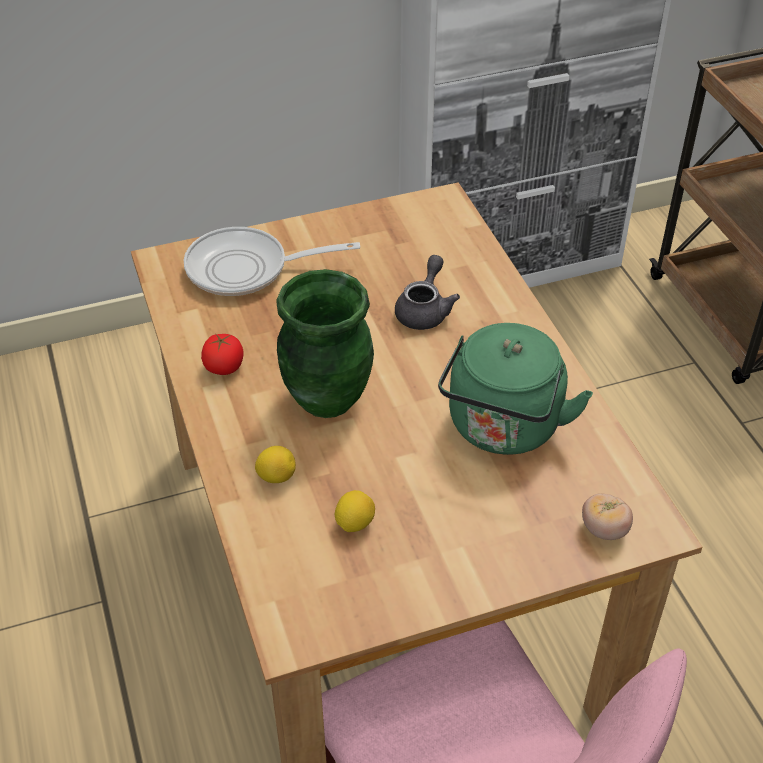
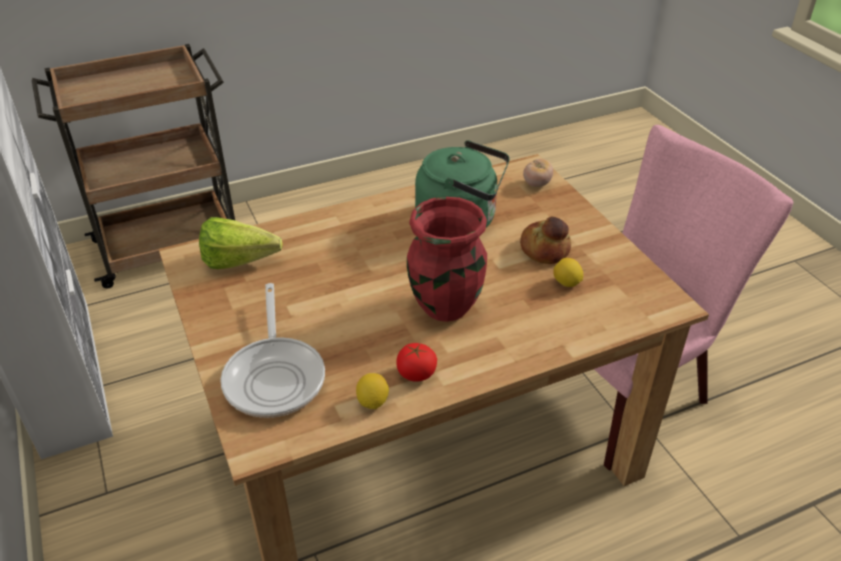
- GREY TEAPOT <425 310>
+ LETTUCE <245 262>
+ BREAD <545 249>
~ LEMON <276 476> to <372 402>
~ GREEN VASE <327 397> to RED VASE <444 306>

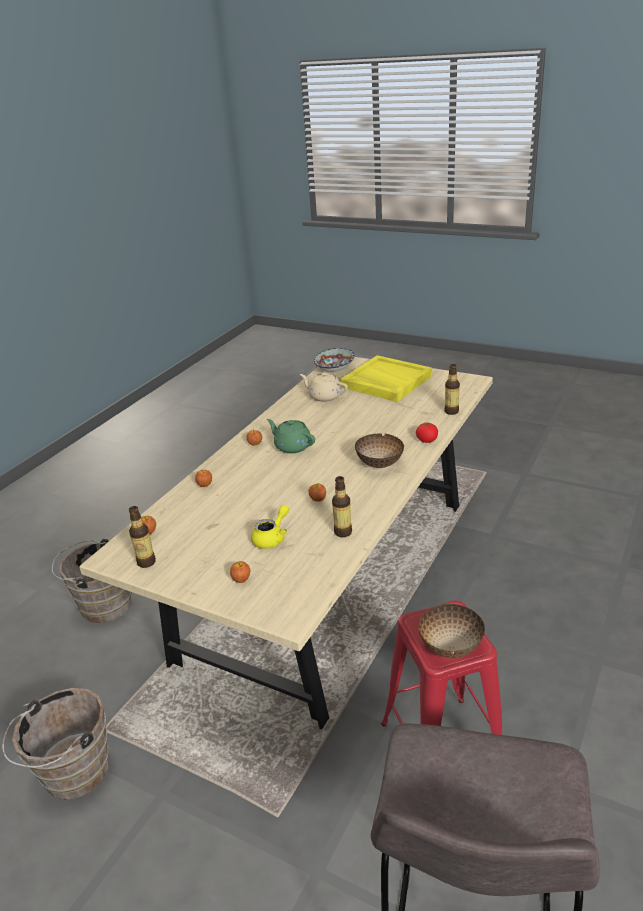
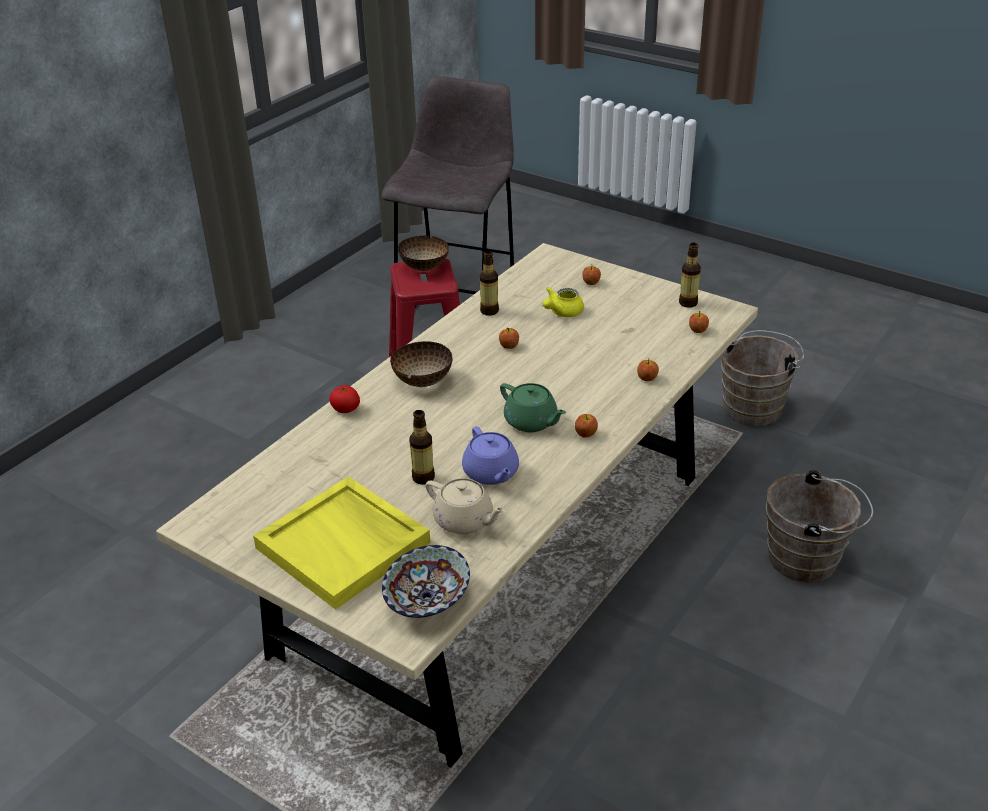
+ PURPLE TEAPOT <491 473>
~ BOTTLE <451 411> to <423 477>

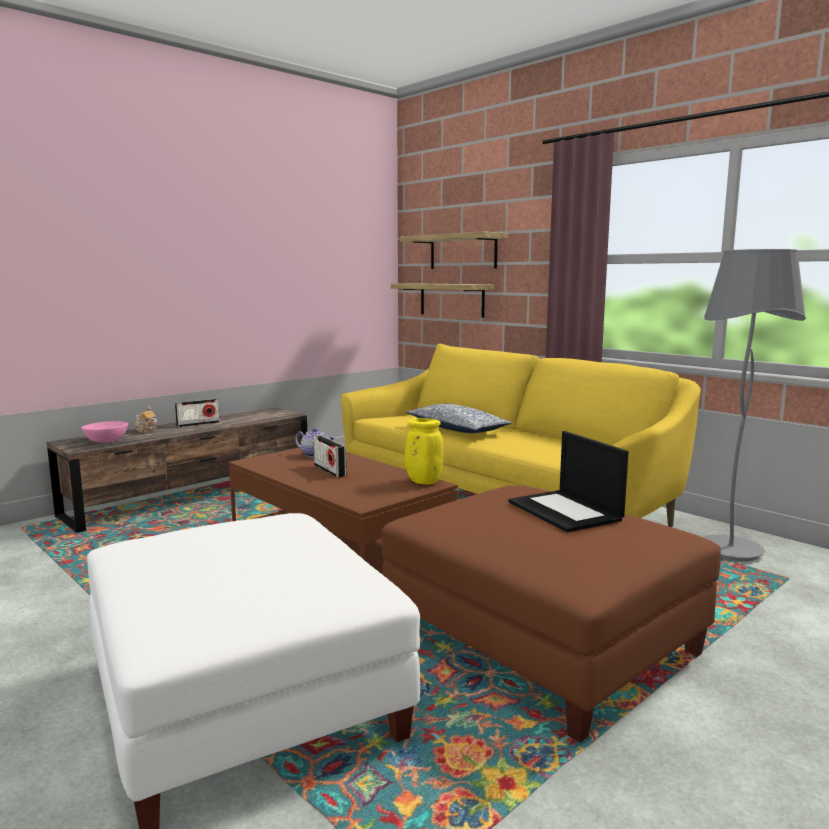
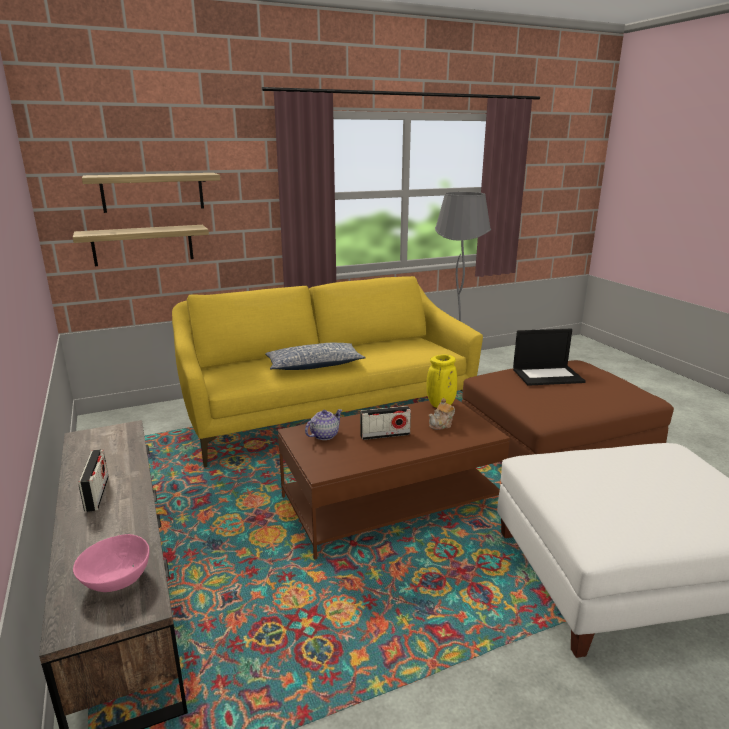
~ TEAPOT <146 430> to <441 425>

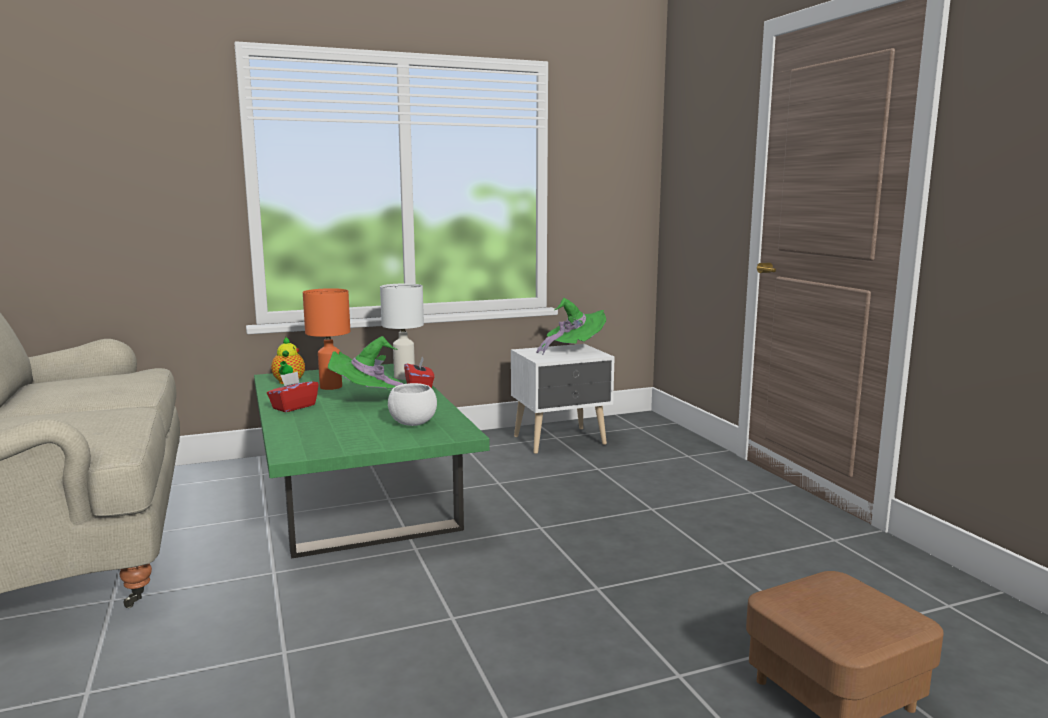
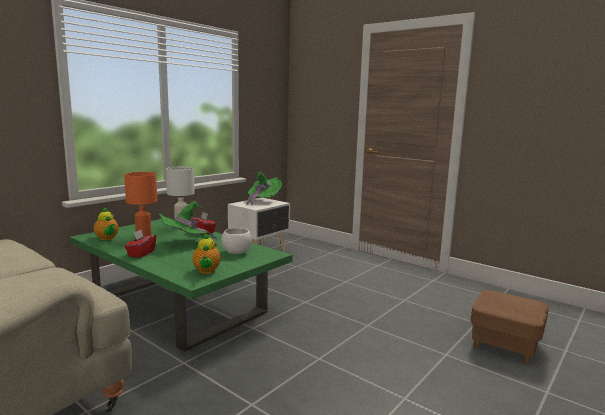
+ TEAPOT <206 271>

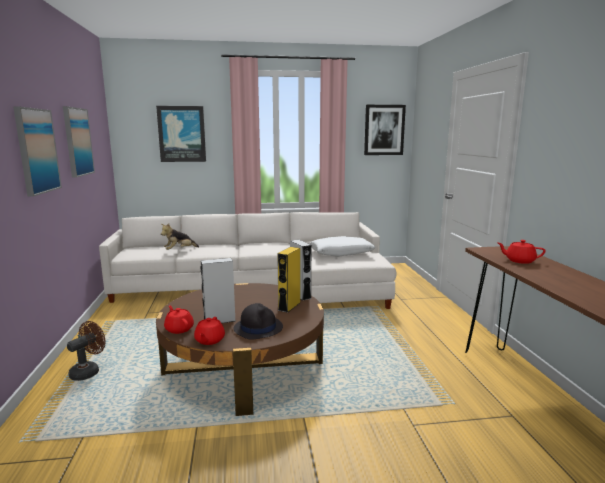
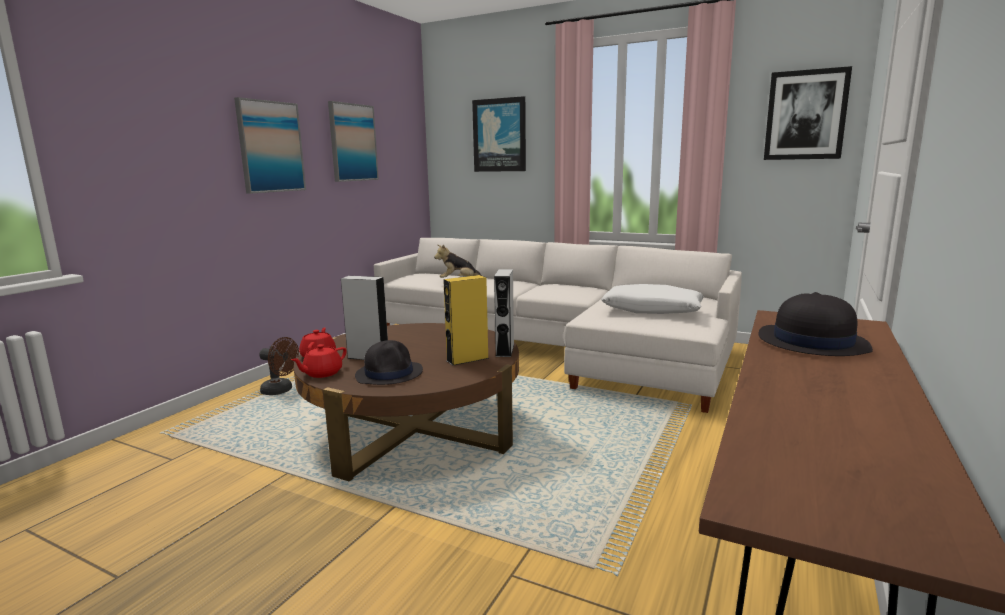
~ RED TEAPOT <519 261> to BLACK HAT <811 342>
~ BROWN FAN <88 371> = <281 391> 45 degrees clockwise

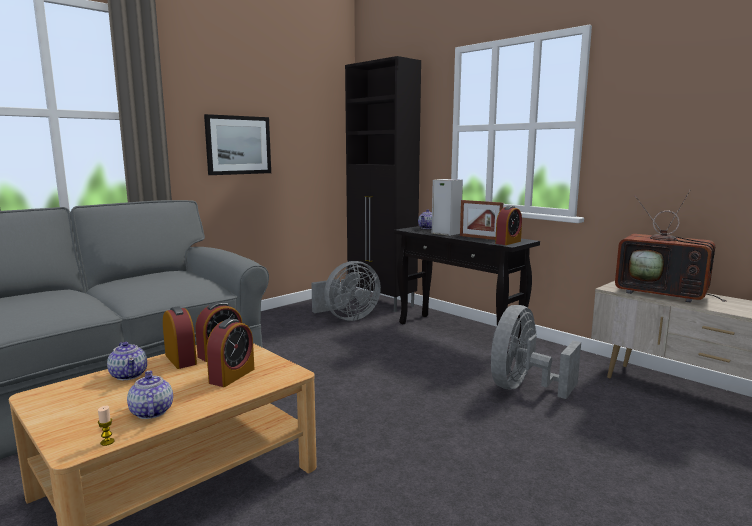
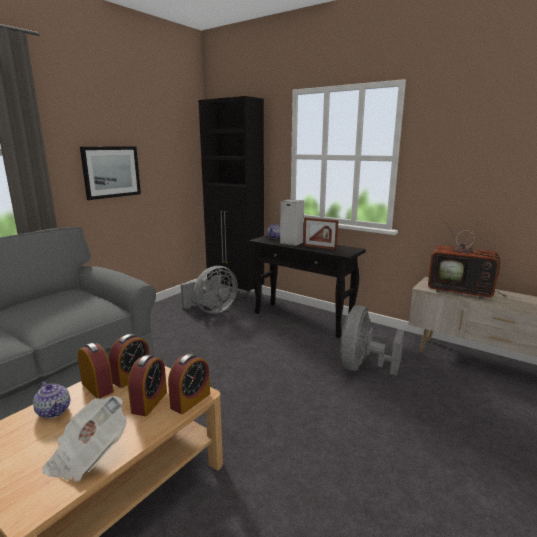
- CANDLE <107 442>
~ ALARM CLOCK <508 242> to <190 400>
~ TEAPOT <151 412> to NEWSPAPER <88 455>

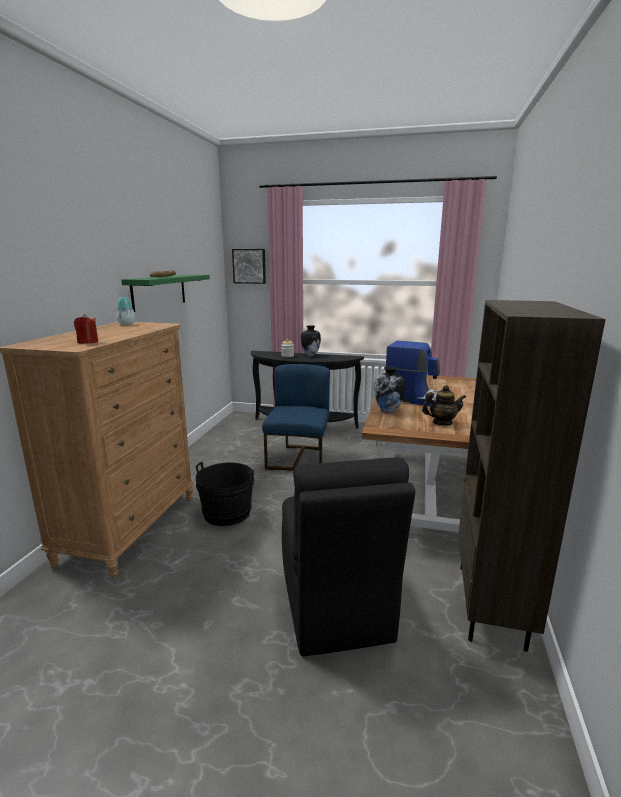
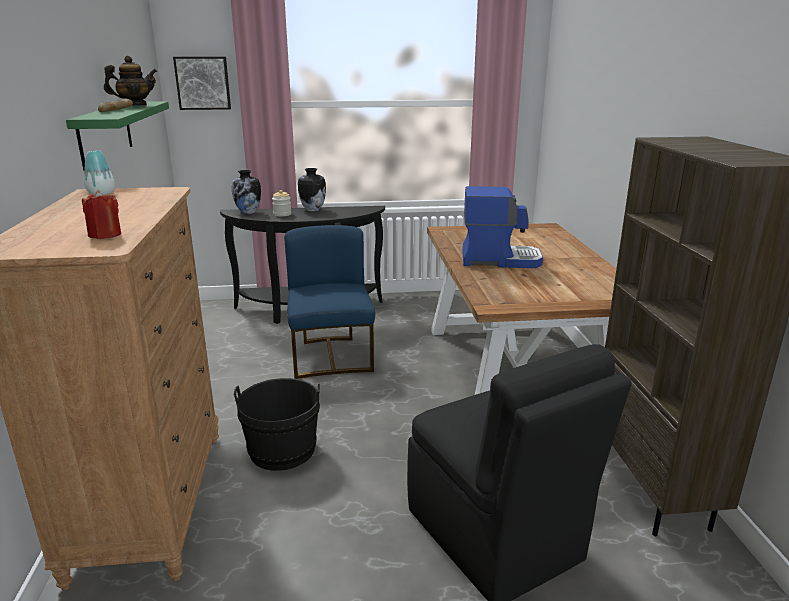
~ VASE <388 411> to <248 212>
~ TEAPOT <442 423> to <135 106>

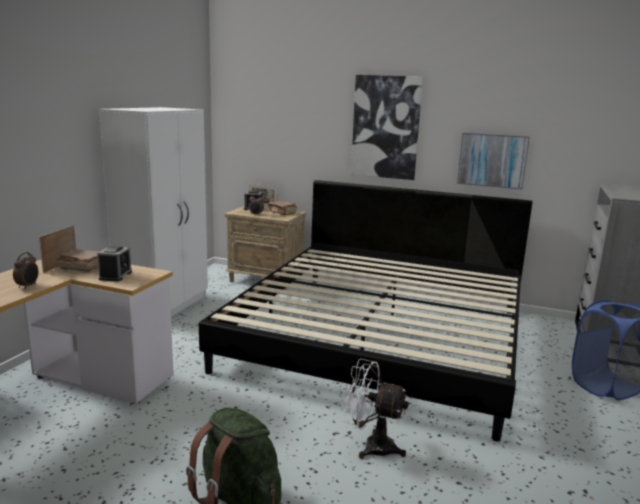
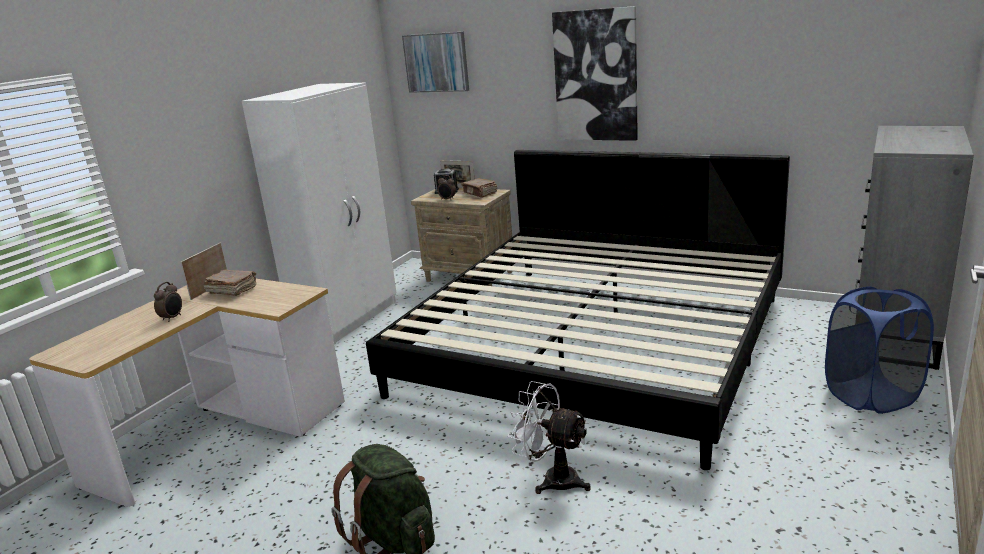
- ALARM CLOCK <115 276>
~ PICTURE <492 160> to <436 62>

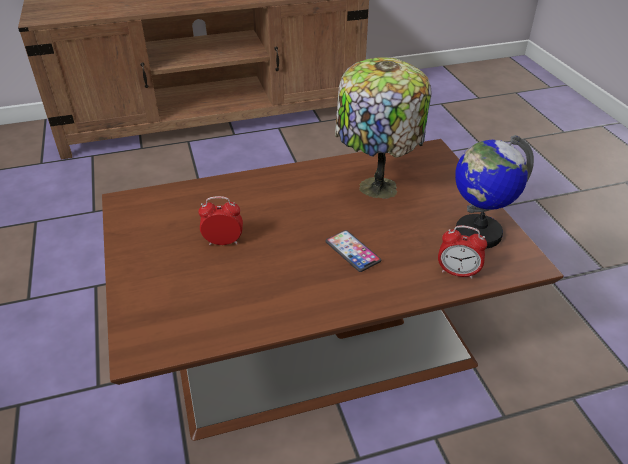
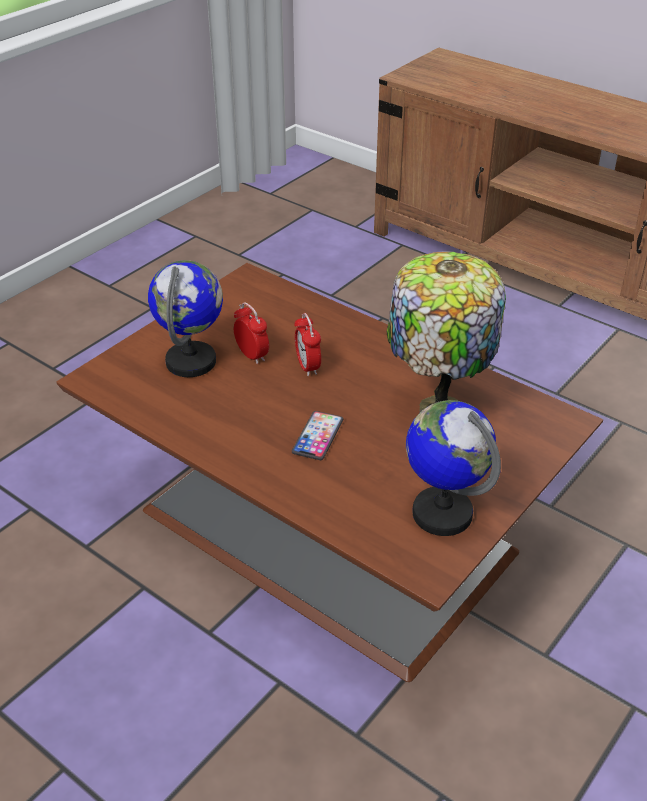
+ GLOBE <191 361>
~ ALARM CLOCK <457 272> to <308 366>

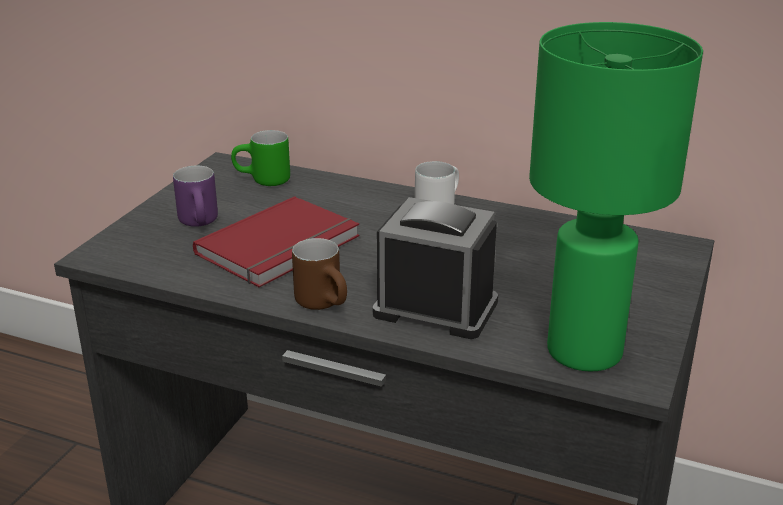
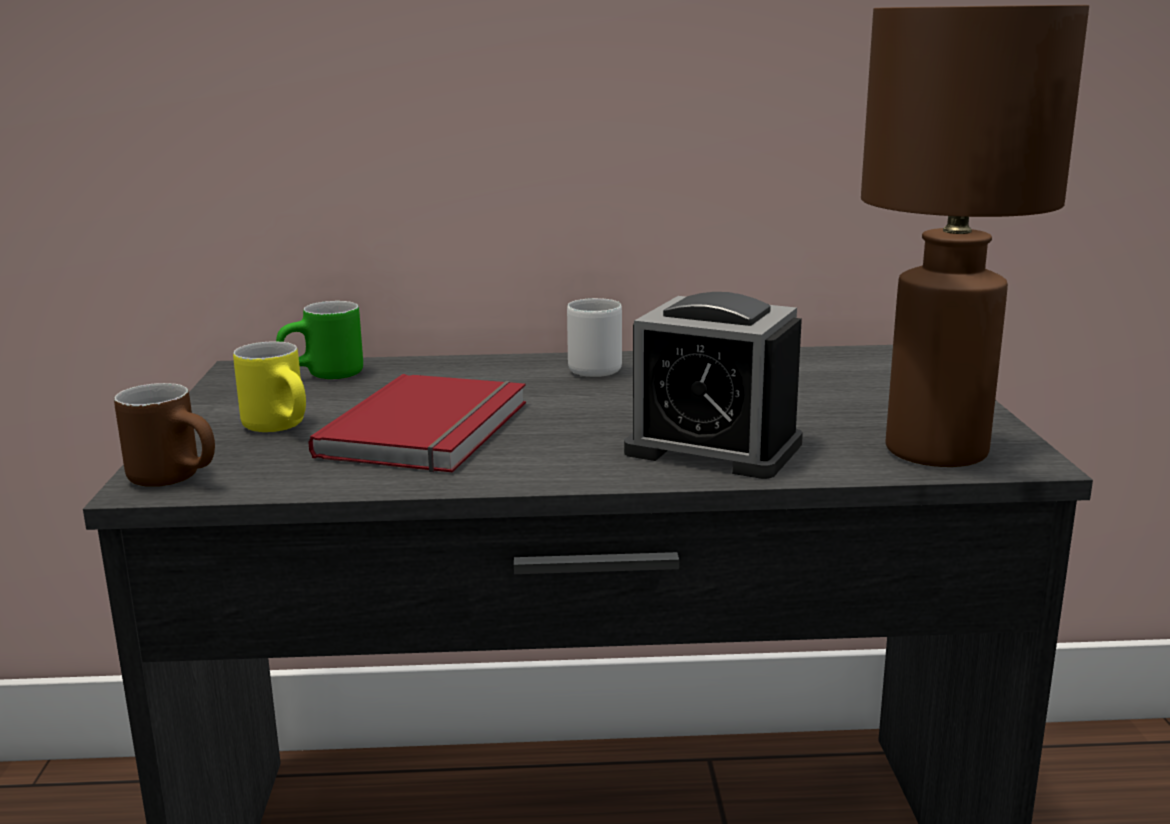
~ BROWN MUG <326 304> to <179 478>
~ PURPLE MUG <202 223> to YELLOW MUG <284 427>
~ GREEN TABLE LAMP <585 350> to BROWN TABLE LAMP <935 450>
~ ALARM CLOCK <435 308> = <713 448> 150 degrees counterclockwise

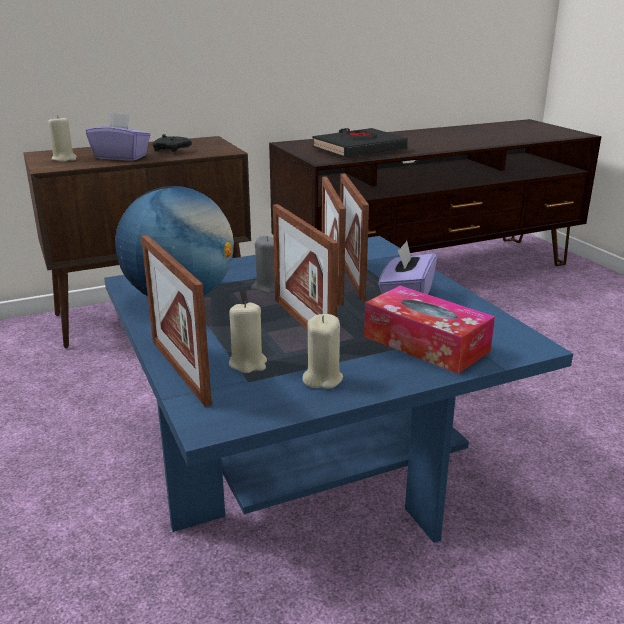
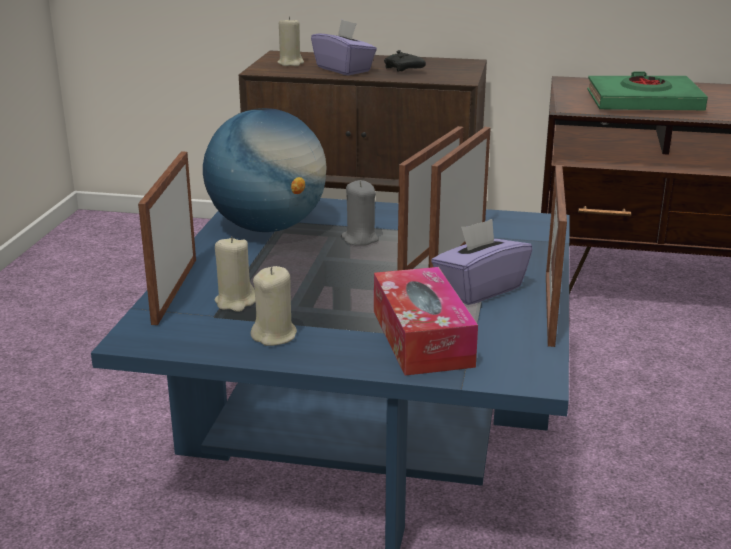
~ PICTURE FRAME <303 324> to <550 309>
~ BLACK BOOK <359 149> to GREEN BOOK <643 102>

